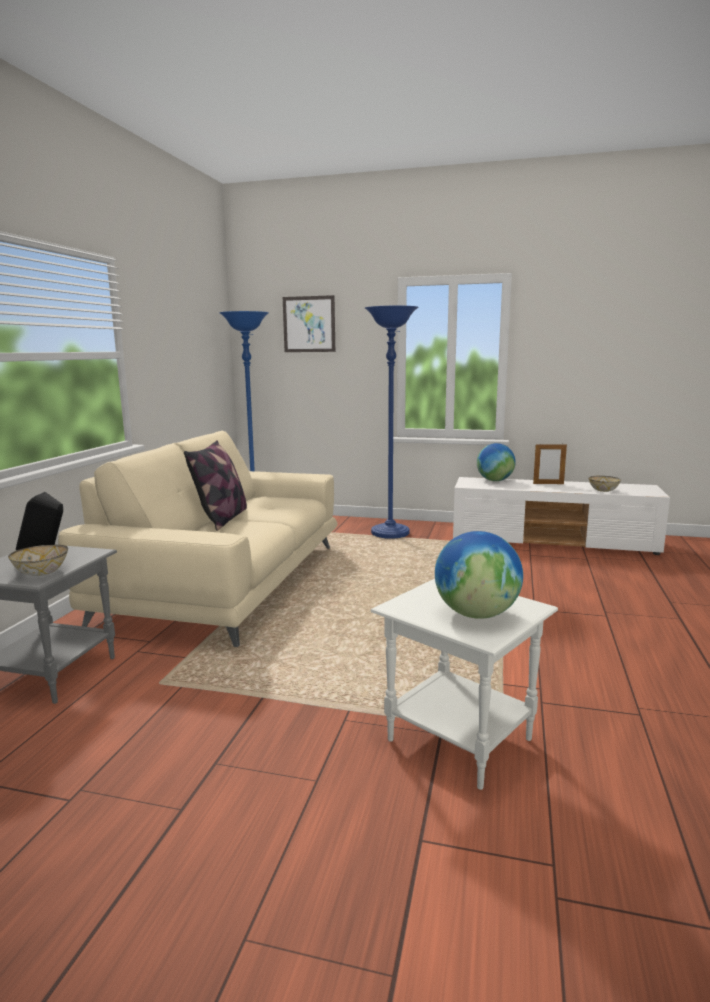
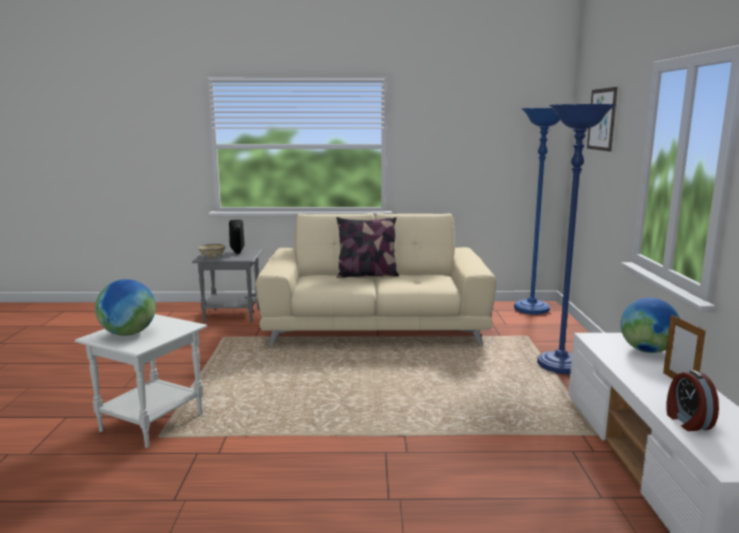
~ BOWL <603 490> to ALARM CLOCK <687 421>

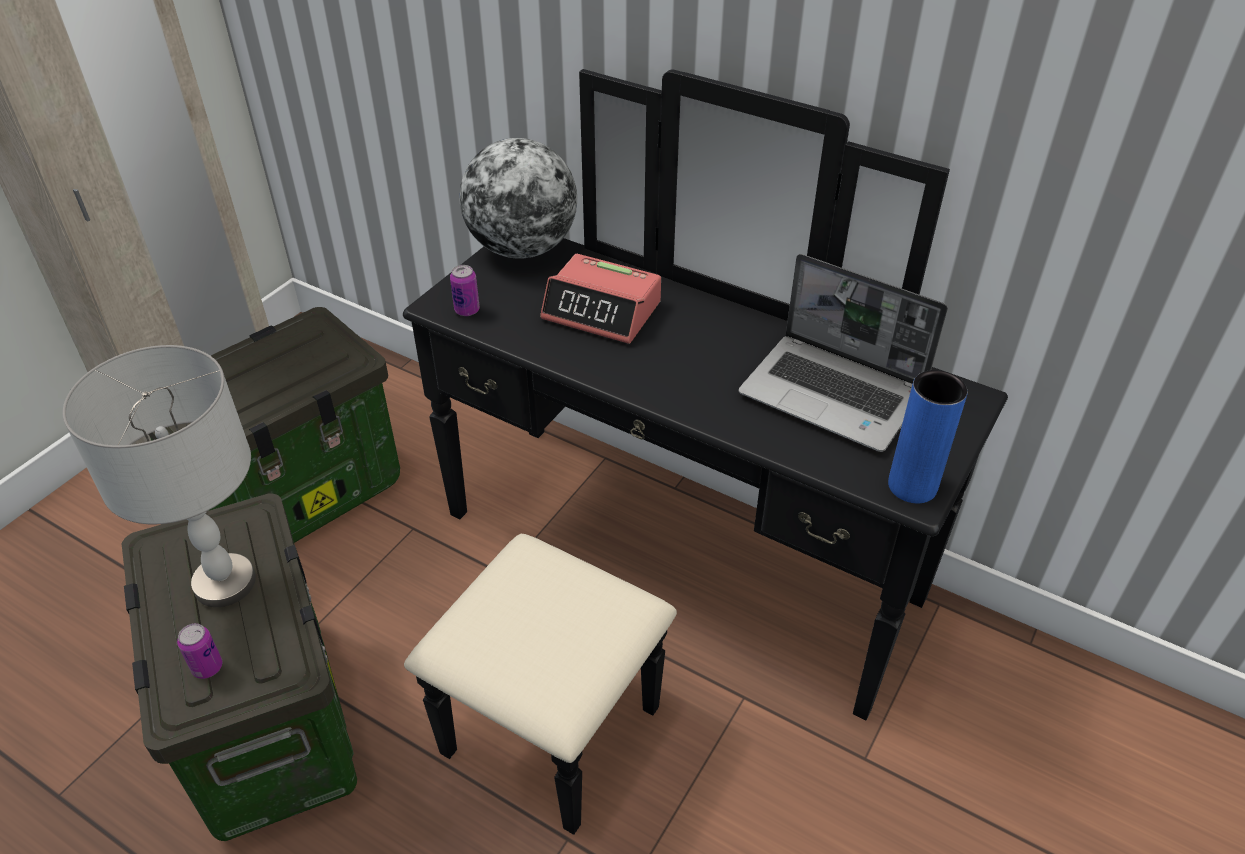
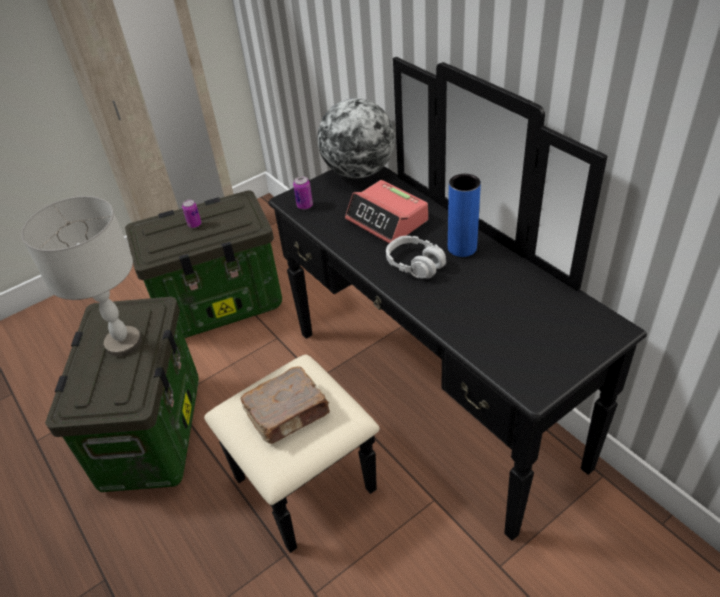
- LAPTOP <834 394>
+ BROWN BOOK <288 413>
+ GREY HEADPHONES <415 264>
~ CAN <207 667> to <194 224>
~ BLUE VASE <912 486> to <462 248>

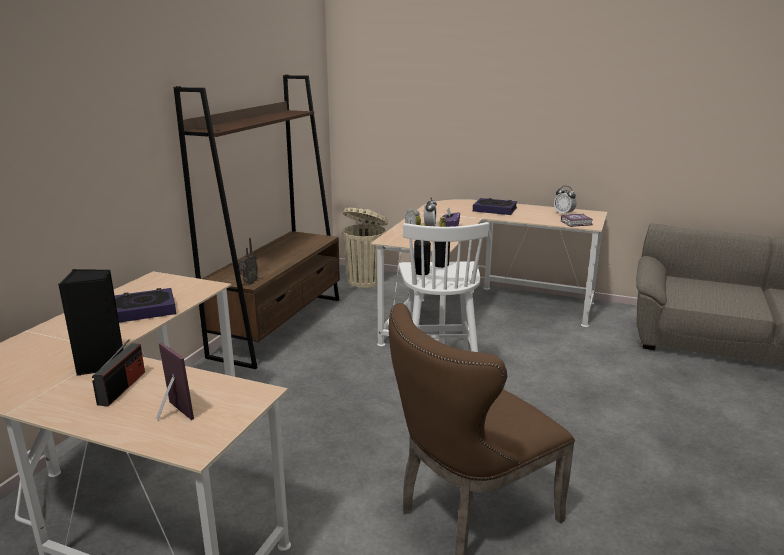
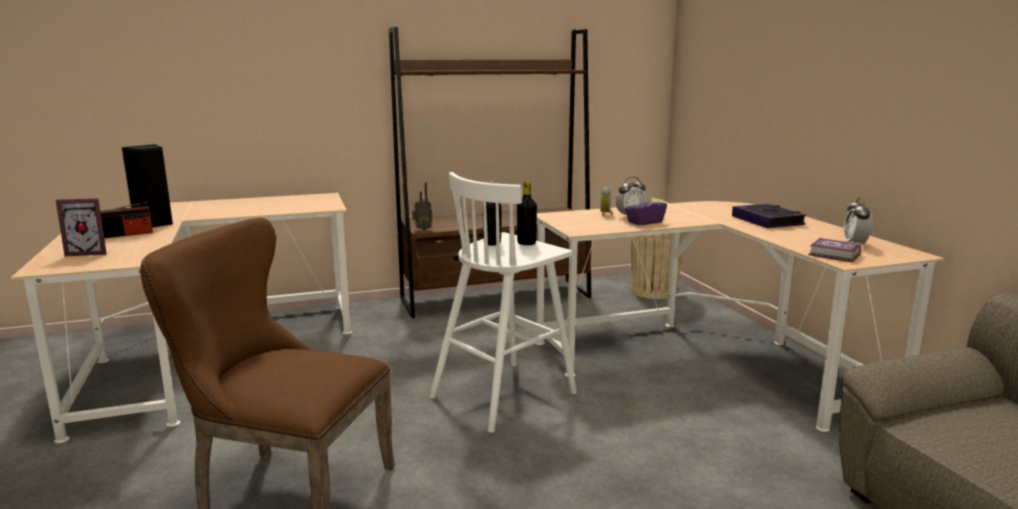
- BOOK <143 310>
~ PICTURE FRAME <170 415> = <89 252> 75 degrees clockwise

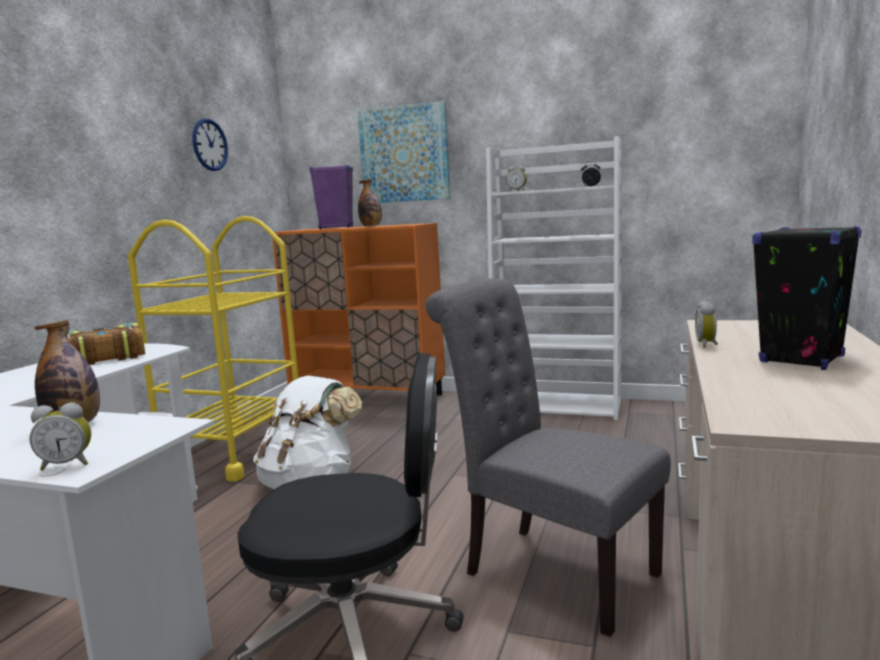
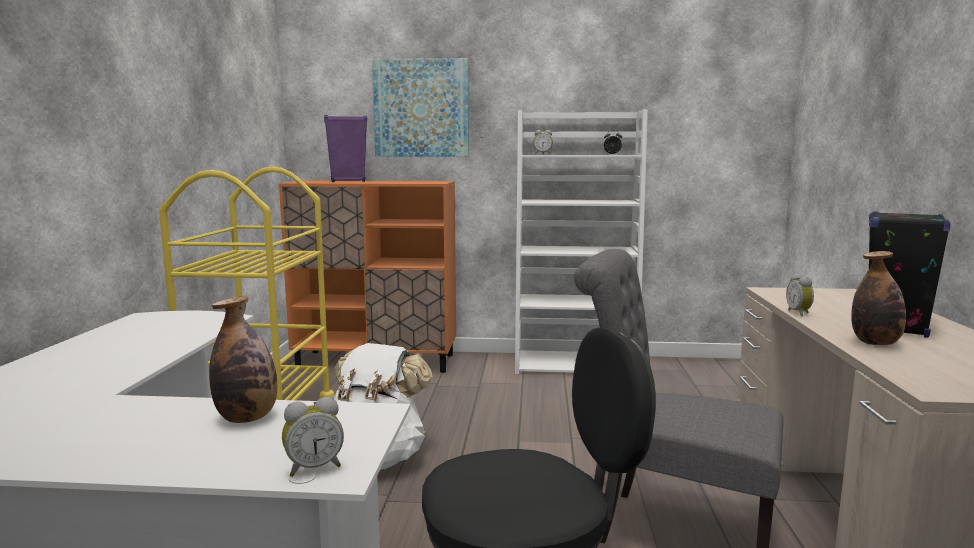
- BOOK <103 357>
- WALL CLOCK <209 145>
~ BOTTLE <371 226> to <875 343>

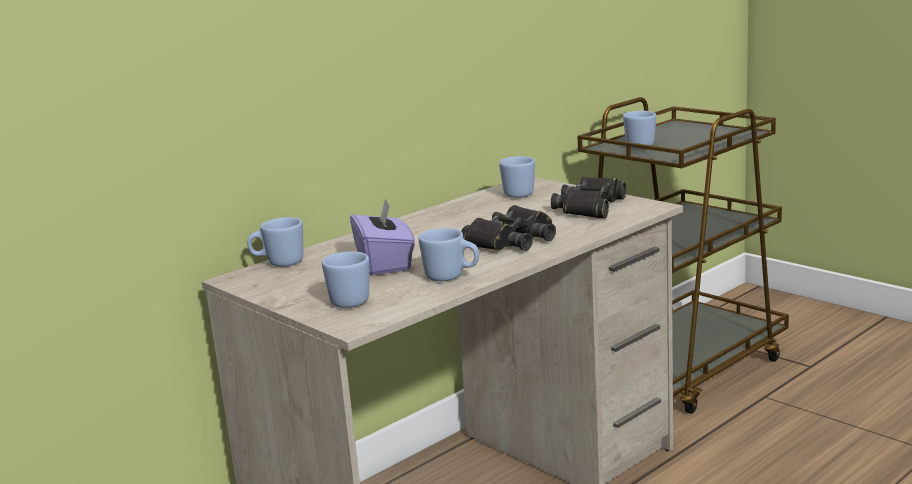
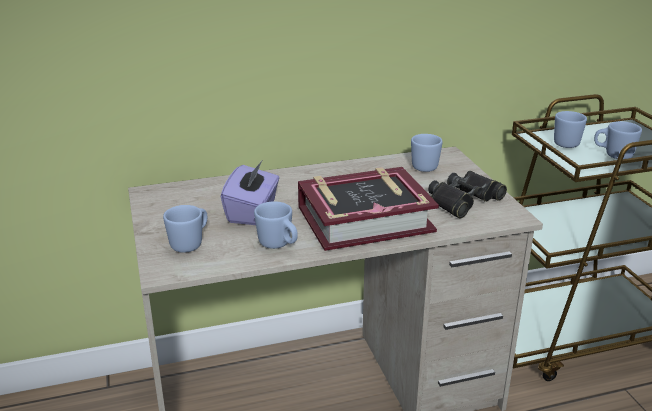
~ BLUE MUG <279 263> to <613 155>
~ BLACK BINOCULARS <512 240> to BOOK <364 219>

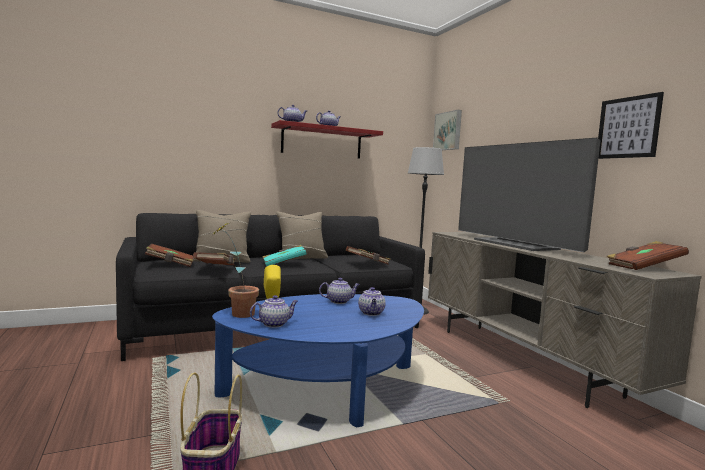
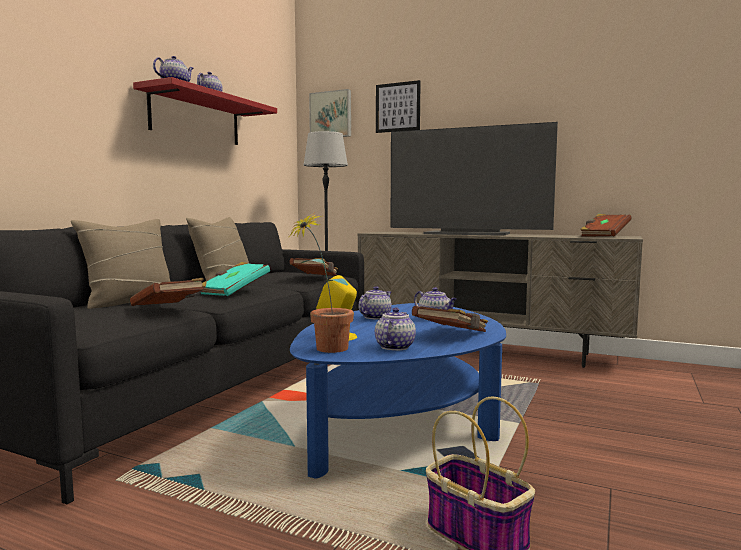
~ BROWN BOOK <170 264> to <452 335>
~ PICTURE <628 127> to <398 107>

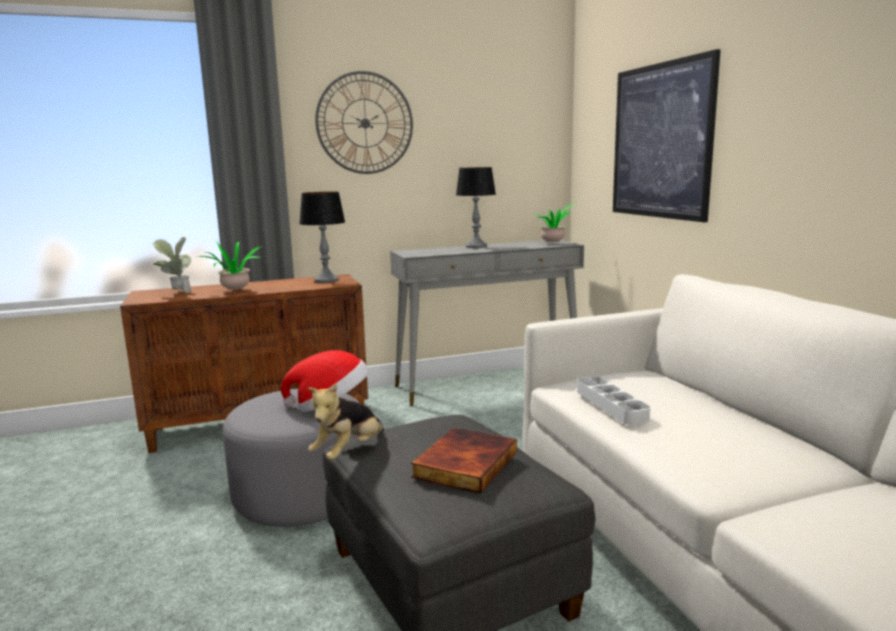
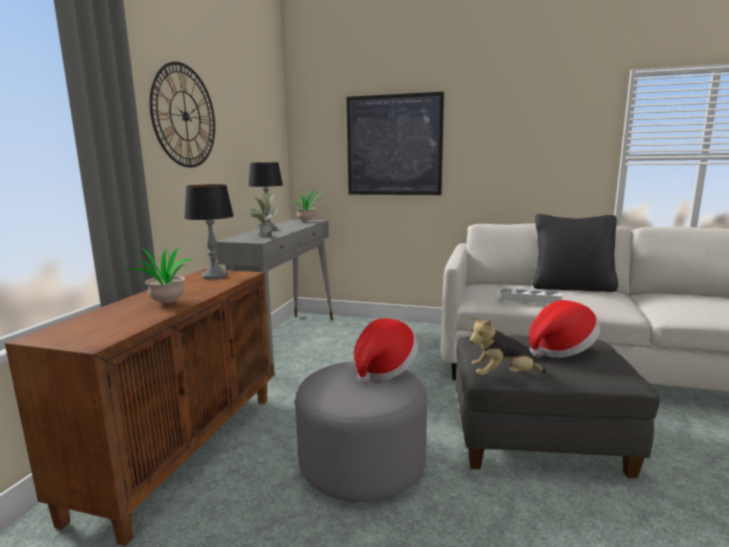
+ BLACK PILLOW <571 287>
~ POTTED PLANT <177 293> to <263 237>
~ BOOK <464 463> to HAT <560 349>
~ PLUSH TOY <349 452> = <504 376> 105 degrees clockwise

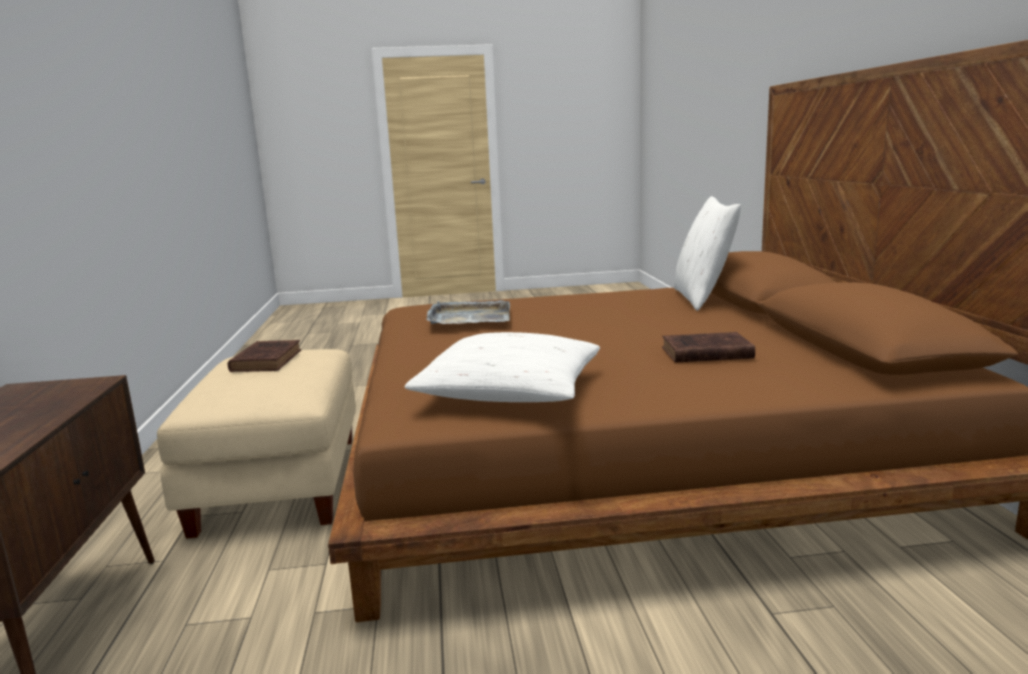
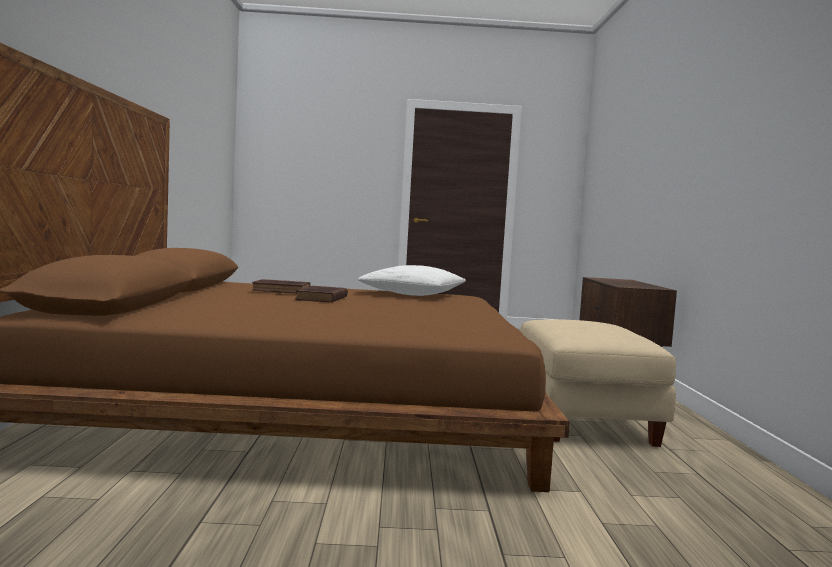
- GREY TRAY <469 317>
- WHITE PILLOW <702 298>
~ BROWN BOOK <267 360> to <321 298>

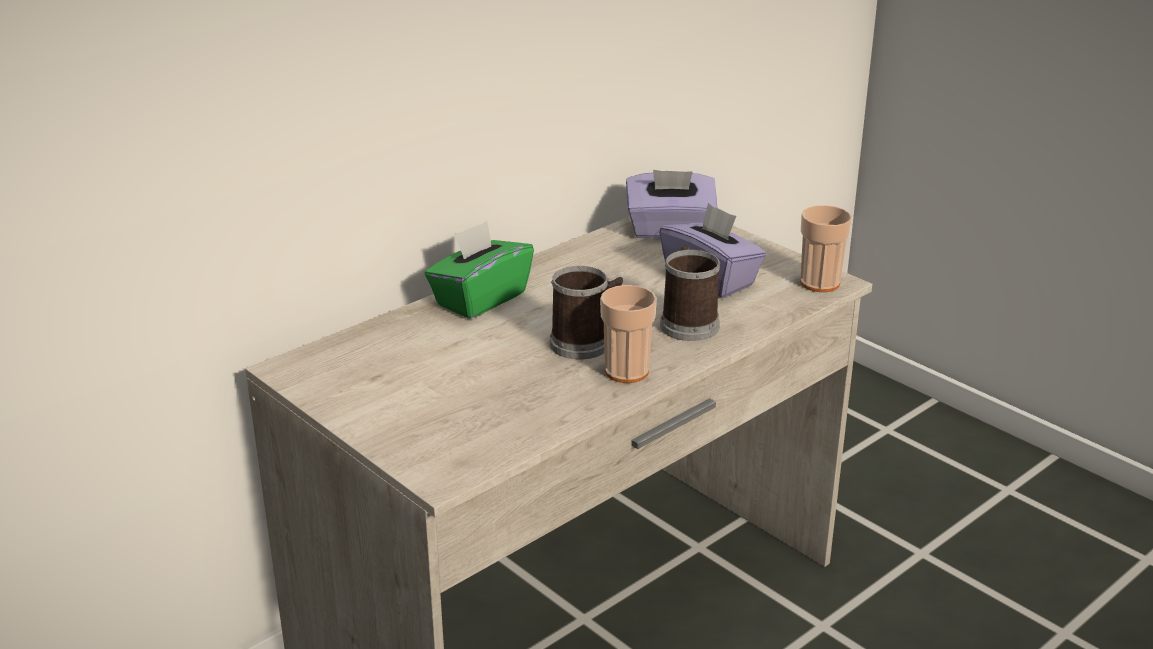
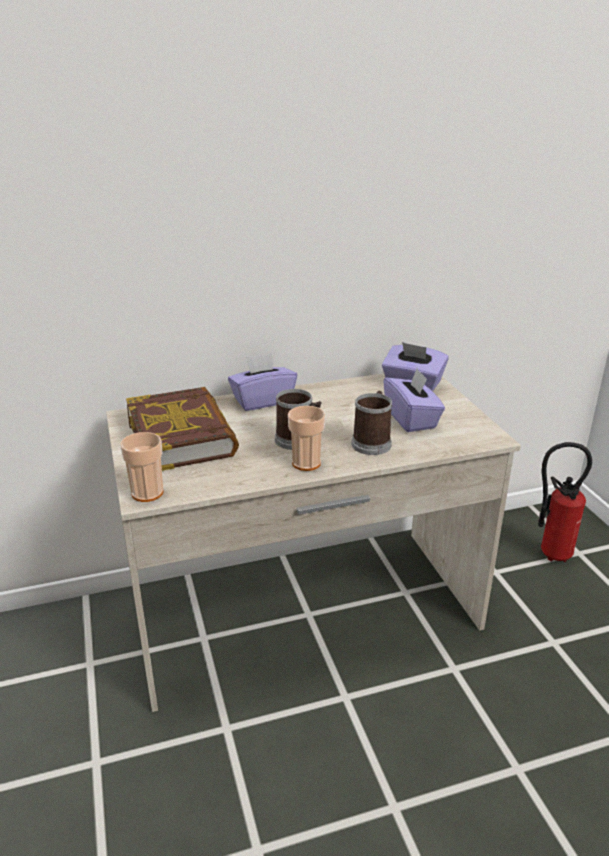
+ BOOK <182 436>
+ FIRE EXTINGUISHER <549 554>
~ CUP <820 283> to <147 493>
~ GREEN TISSUE BOX <480 299> to PURPLE TISSUE BOX <262 401>

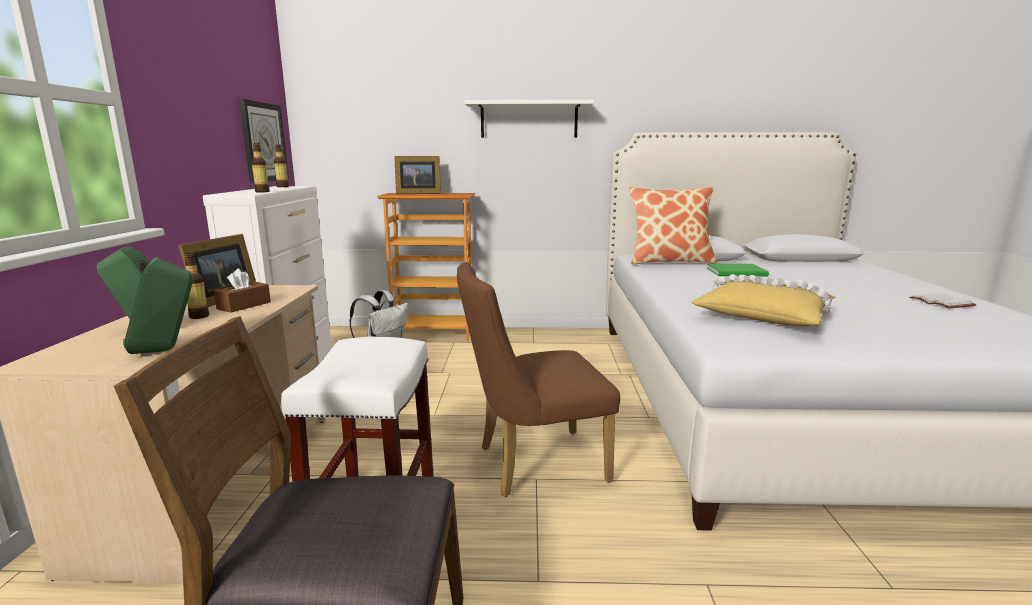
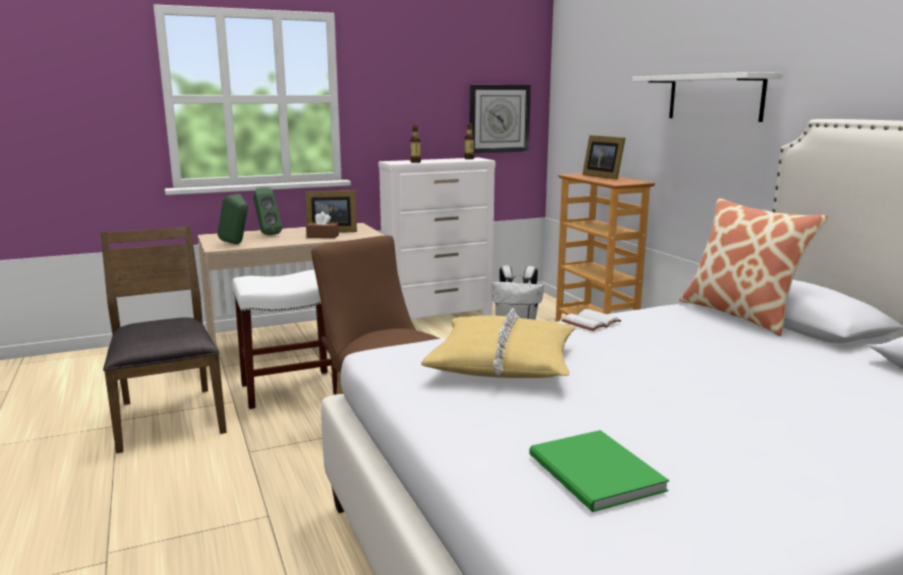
- BOTTLE <199 316>
~ GREEN BOOK <738 272> to <595 475>
~ WHITE BOOK <943 303> to <591 323>

